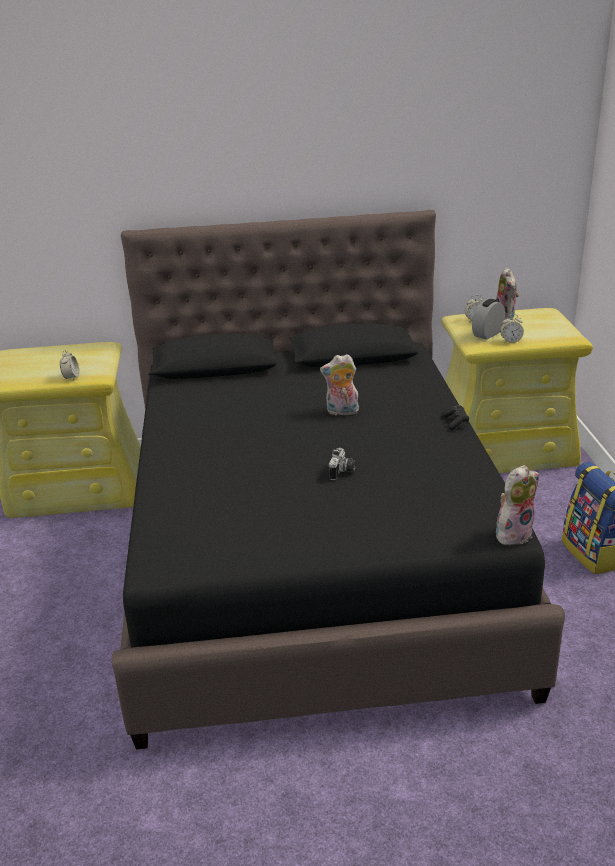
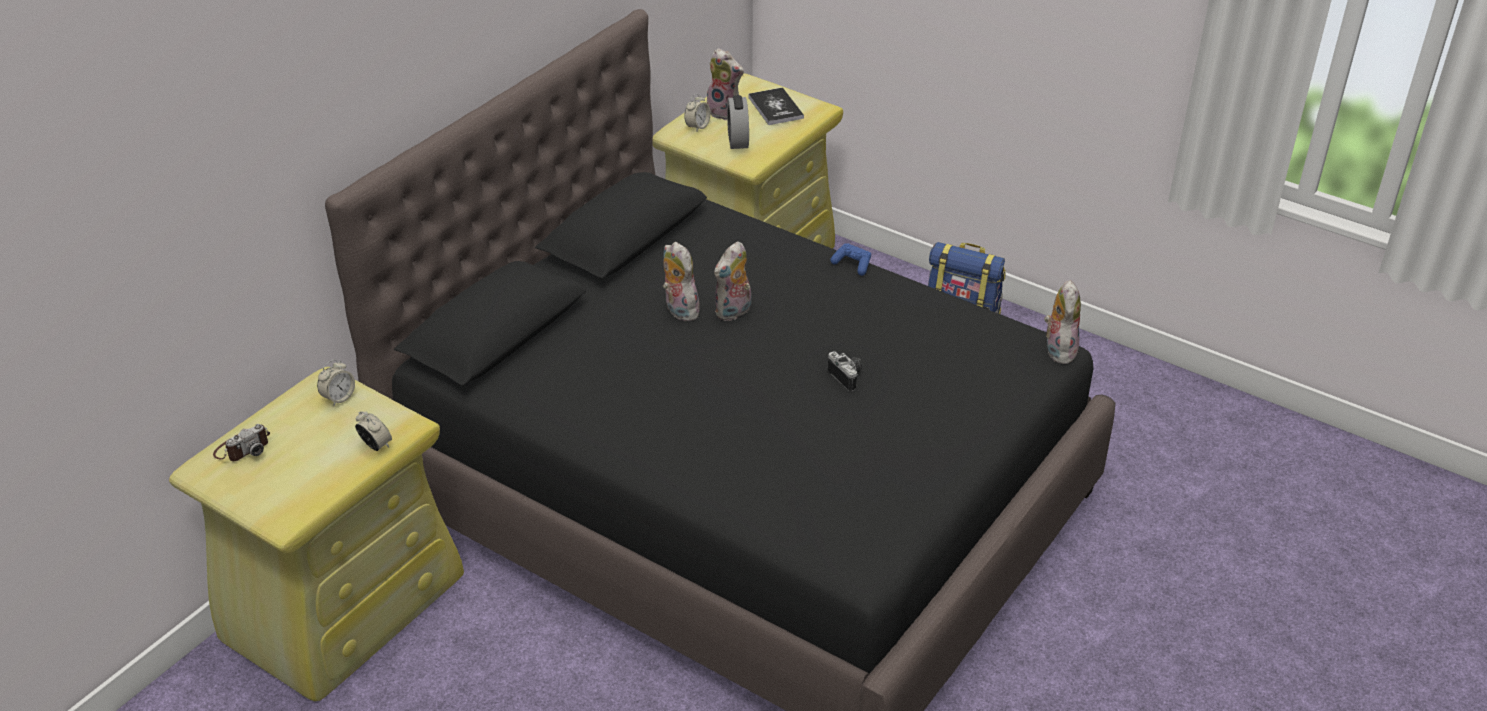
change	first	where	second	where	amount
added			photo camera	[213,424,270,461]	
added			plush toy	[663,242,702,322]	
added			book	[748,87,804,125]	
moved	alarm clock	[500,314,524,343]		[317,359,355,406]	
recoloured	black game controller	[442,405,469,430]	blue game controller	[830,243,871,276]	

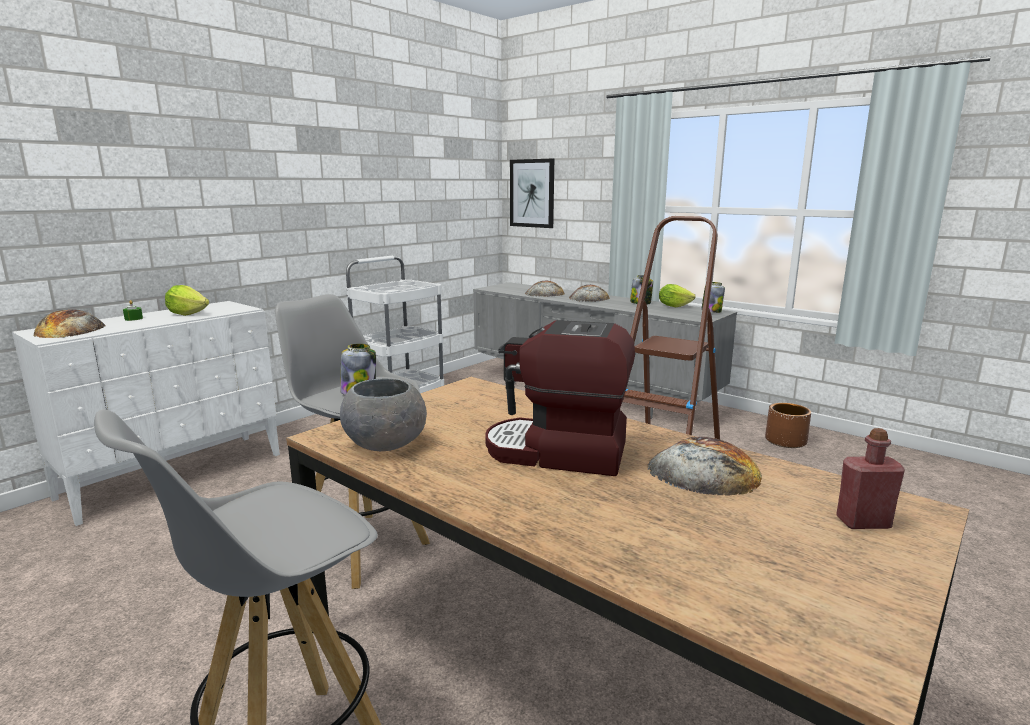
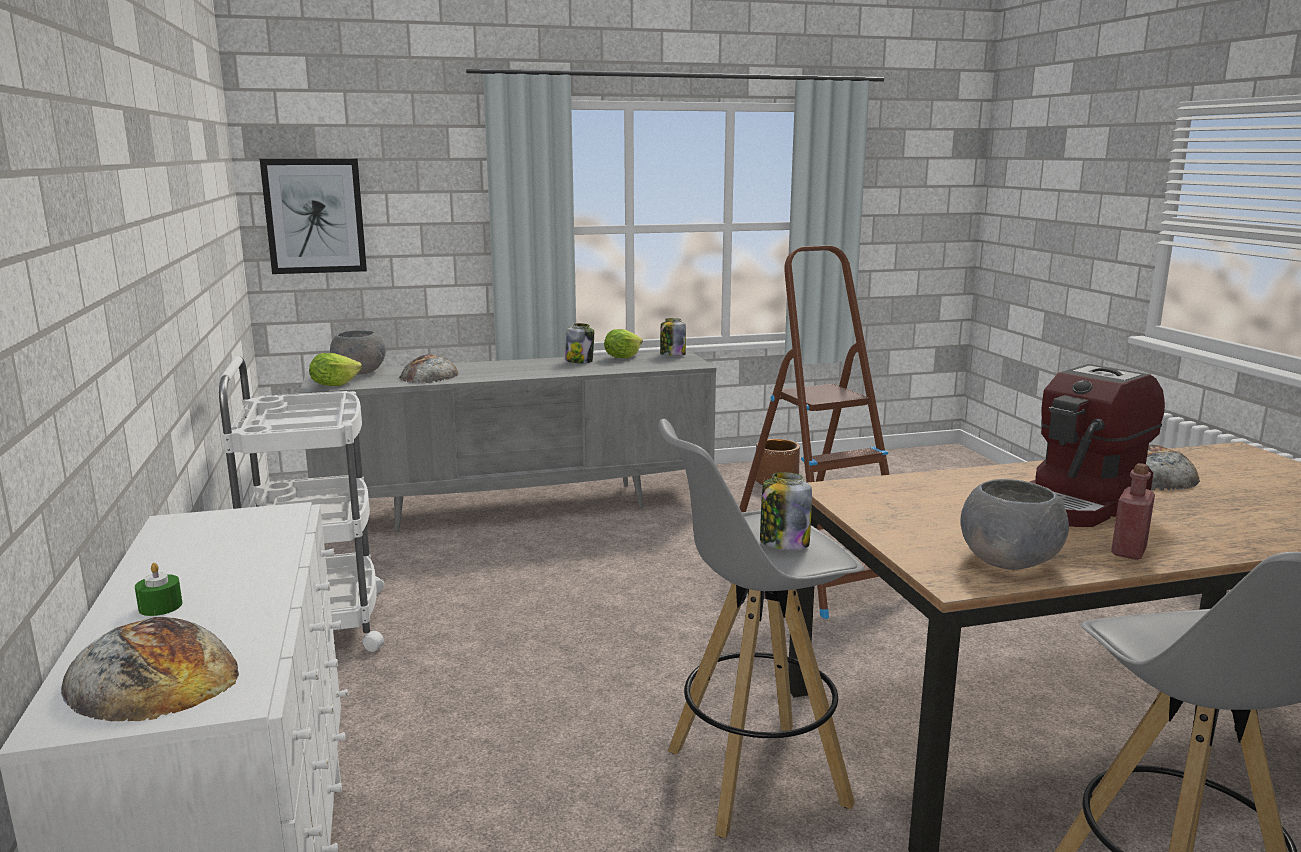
change	first	where	second	where	amount
removed	bread	[569,285,610,302]			
added			grey bowl	[330,330,386,374]	
moved	lettuce	[165,285,209,316]		[309,353,362,386]	
moved	red bottle	[836,428,905,529]		[1111,463,1155,560]	

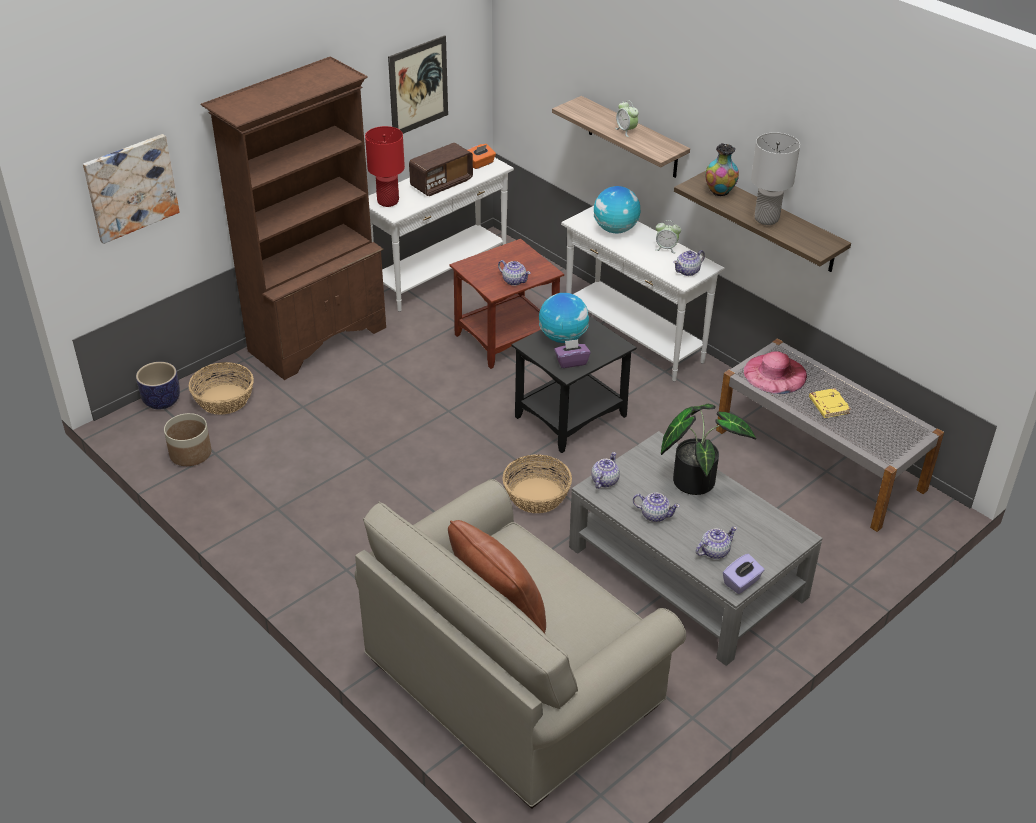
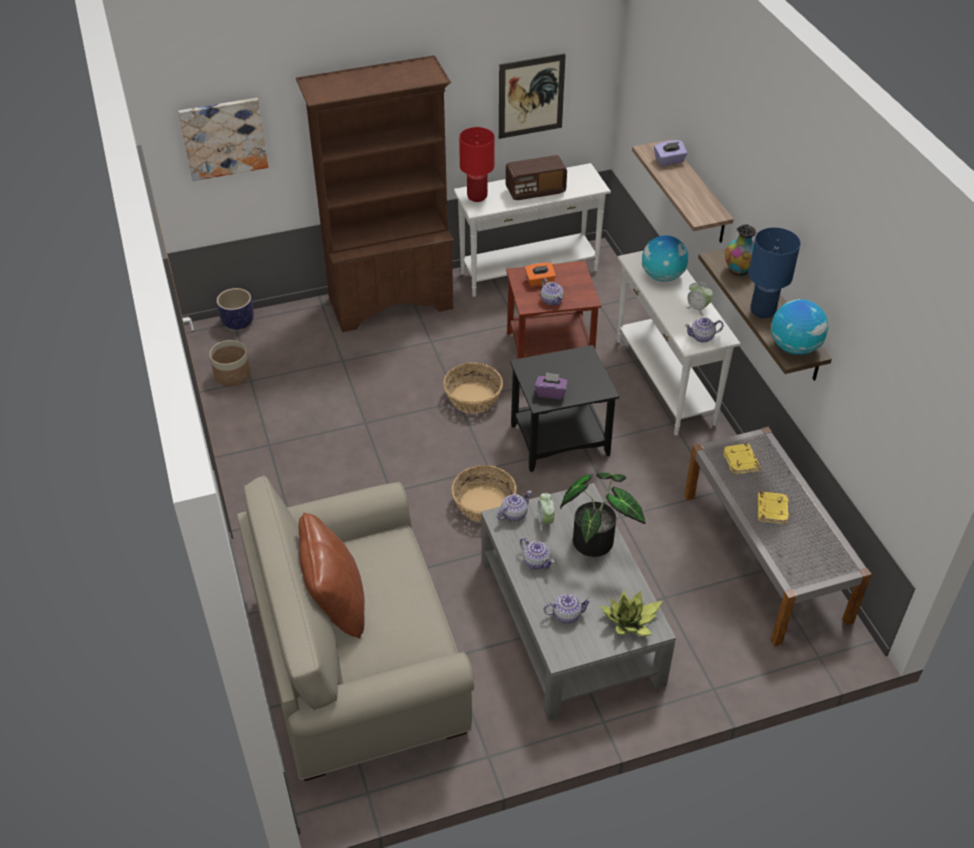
change	first	where	second	where	amount
added			potted plant	[600,590,662,636]	
moved	basket	[189,362,254,415]		[443,363,503,413]	
moved	orange tissue box	[468,144,496,169]		[525,262,556,287]	
moved	globe	[539,293,589,343]		[771,299,828,355]	
moved	alarm clock	[615,100,639,137]		[537,493,555,531]	
moved	purple tissue box	[723,554,764,594]		[654,140,688,166]	
replaced	pink hat	[744,351,807,394]	yellow book	[722,444,761,475]	
recoloured	grey table lamp	[751,132,800,225]	blue table lamp	[748,227,801,318]	

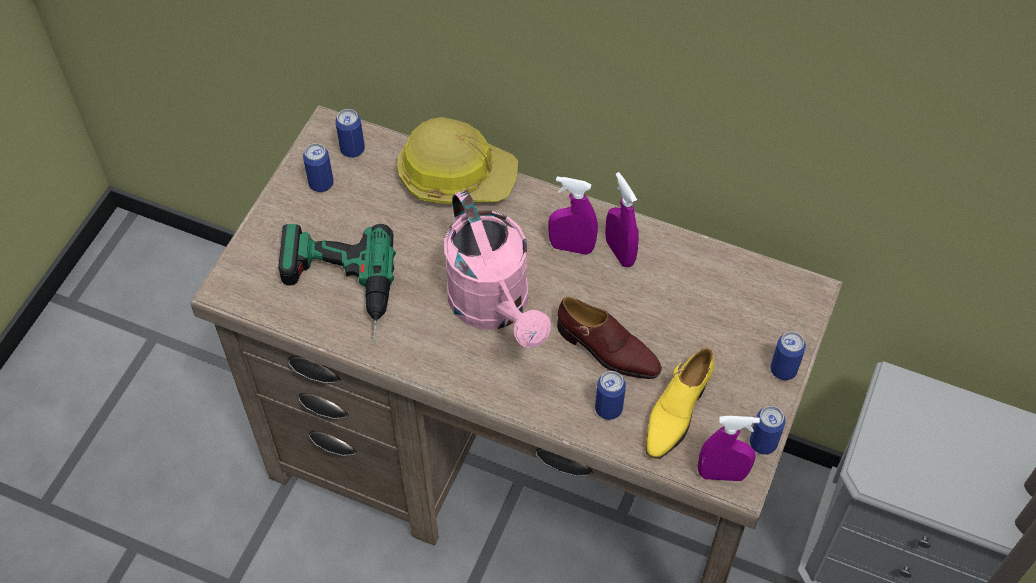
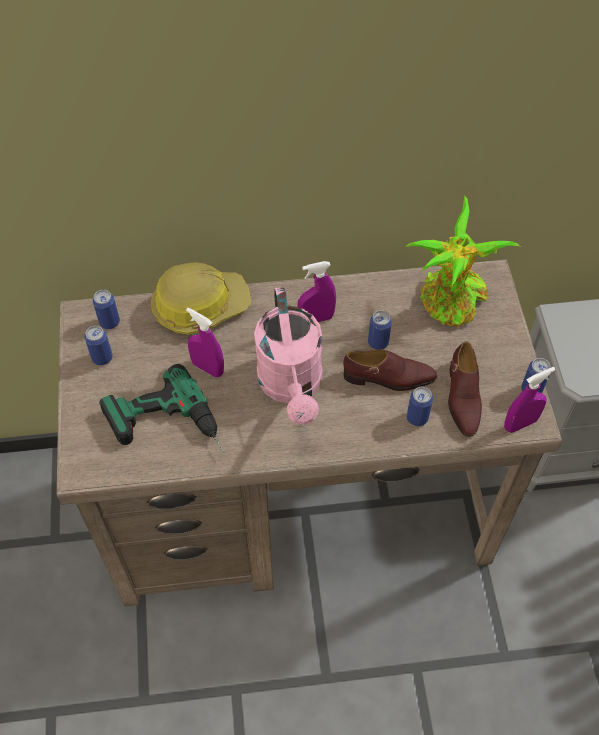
change	first	where	second	where	amount
added			potted plant	[405,196,520,327]	
moved	purple spray bottle	[605,172,639,267]		[186,308,224,378]	
moved	can	[770,331,806,380]		[368,310,392,350]	
recoloured	yellow shoe	[645,348,714,459]	brown shoe	[448,341,482,437]	
turned	pink watering can	[444,190,551,348]		[254,287,322,425]	45 degrees clockwise

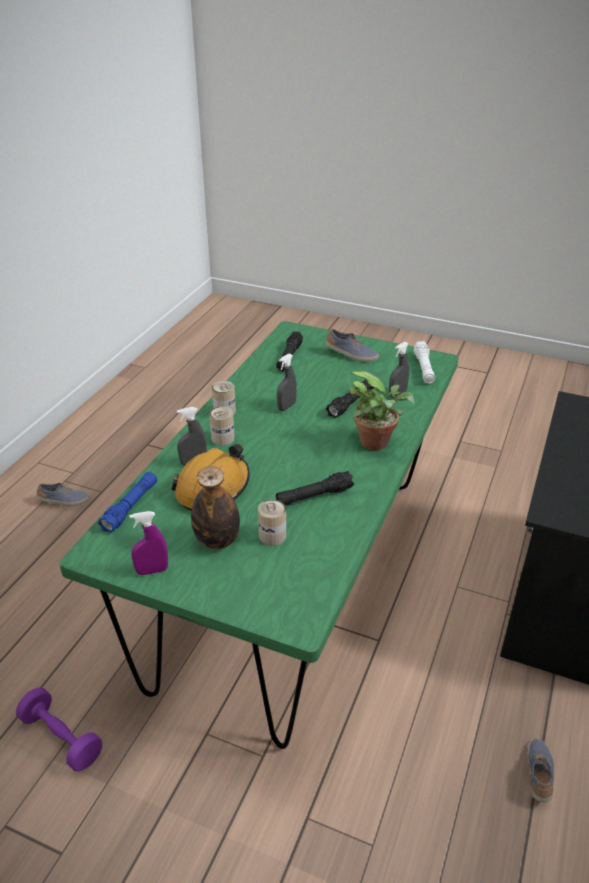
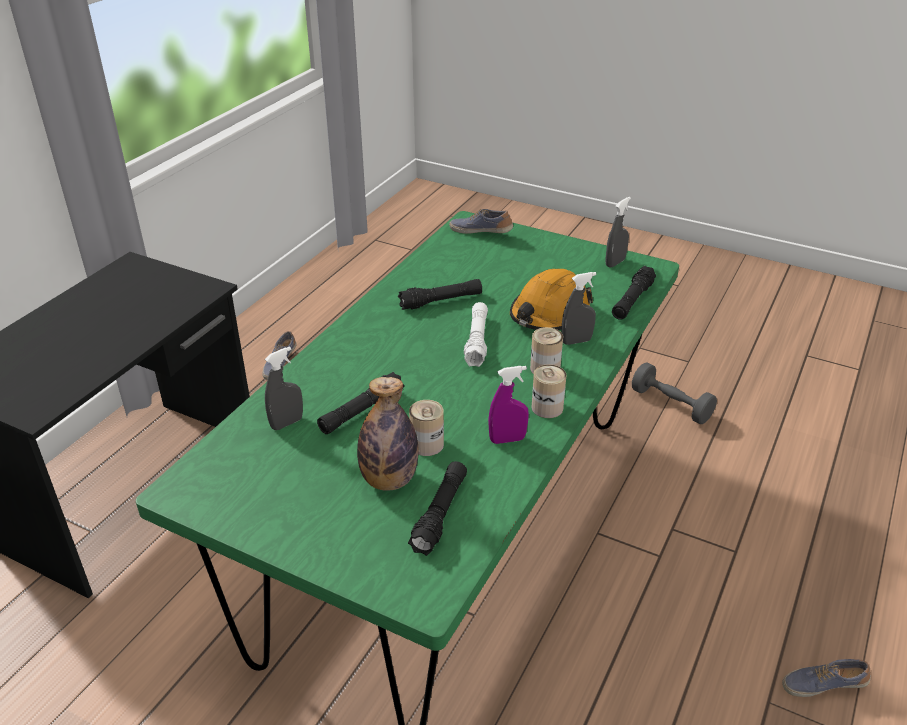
change	first	where	second	where	amount
removed	potted plant	[349,371,414,450]			
moved	purple spray bottle	[129,511,168,575]		[488,366,529,444]	
moved	bottle	[191,466,240,549]		[357,377,419,491]	
moved	can	[258,499,286,546]		[409,400,444,456]	
moved	grey spray bottle	[277,353,297,411]		[605,197,631,268]	
moved	shoe	[325,329,379,362]		[449,209,513,234]	
moved	white flashlight	[414,341,435,384]		[464,302,488,367]	
recoloured	purple dumbbell	[16,687,102,771]	grey dumbbell	[632,362,717,424]	
recoloured	blue flashlight	[98,472,157,533]	black flashlight	[612,266,656,320]	

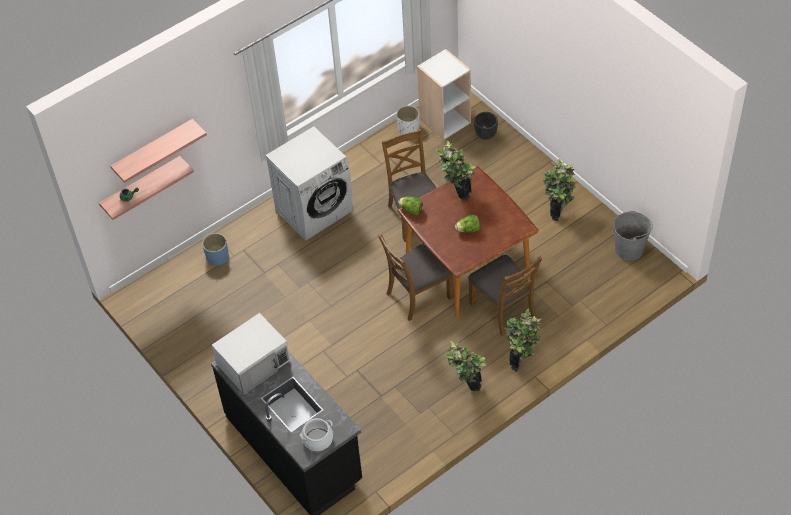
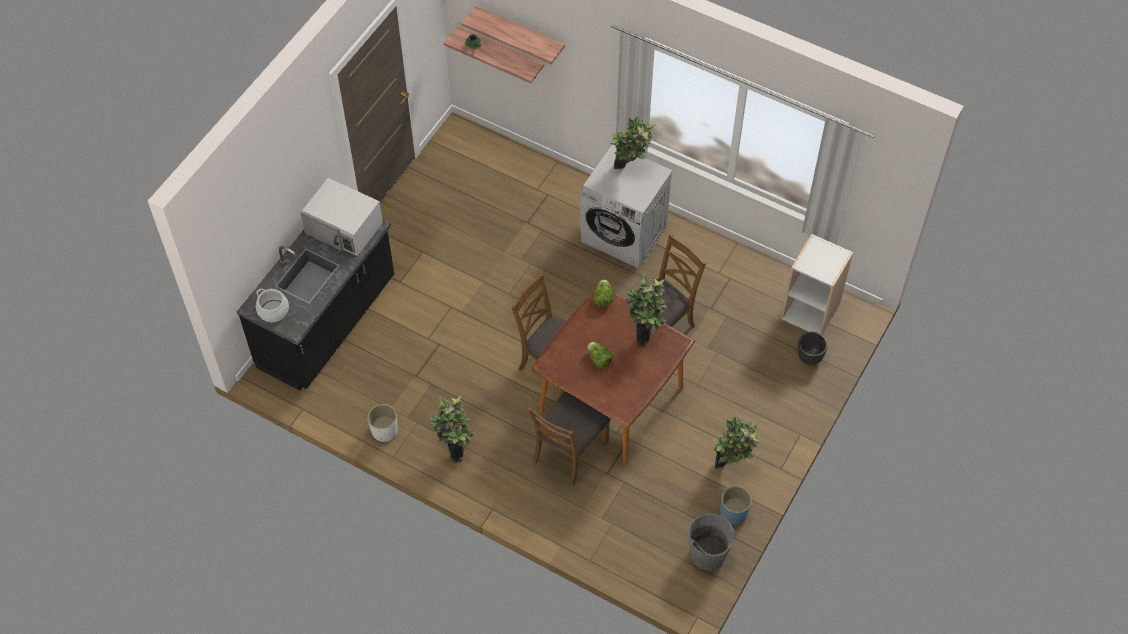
change	first	where	second	where	amount
moved	blue planter	[202,233,229,266]		[720,486,752,525]	
moved	white planter	[396,105,419,135]		[367,404,398,442]	
moved	potted plant	[504,308,541,372]		[611,116,656,169]	

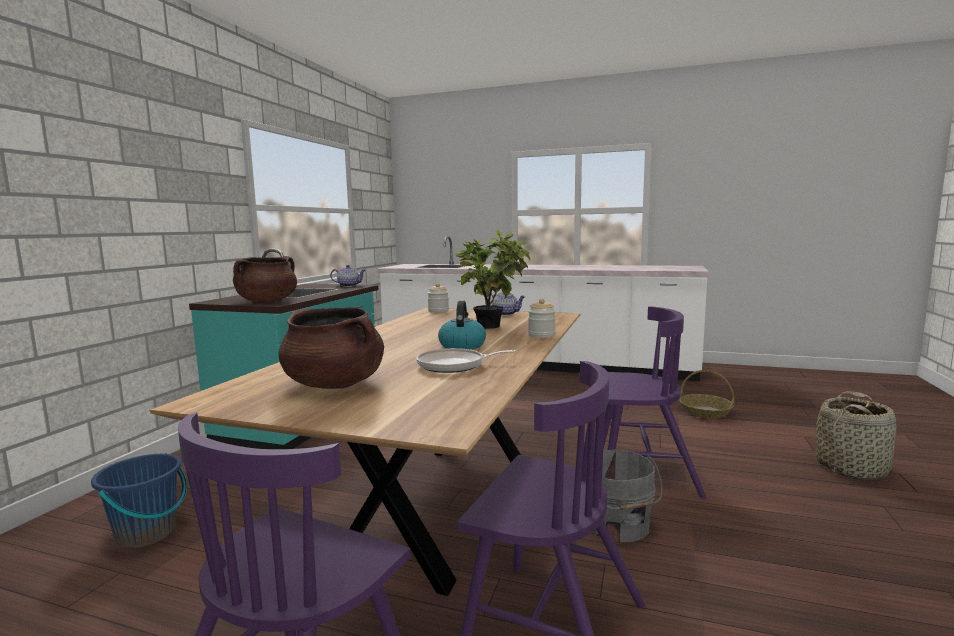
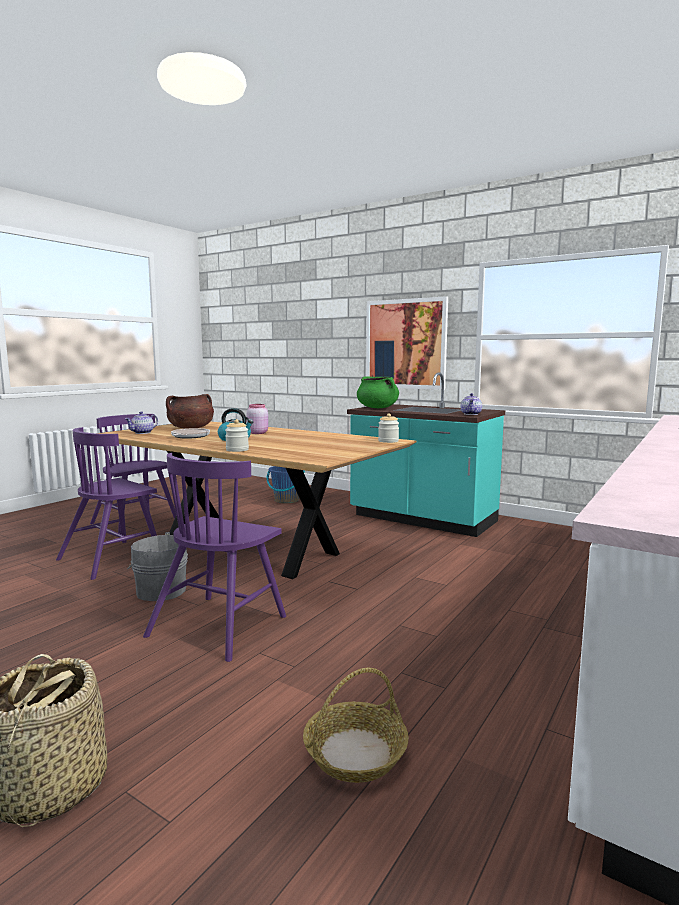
change	first	where	second	where	amount
removed	potted plant	[455,230,530,329]			
added			pink jar	[246,404,268,434]	
added			picture	[366,296,448,390]	
moved	teapot	[485,292,526,316]		[125,412,158,434]	
recoloured	brown cooking pot	[233,256,297,302]	green cooking pot	[357,376,399,408]	

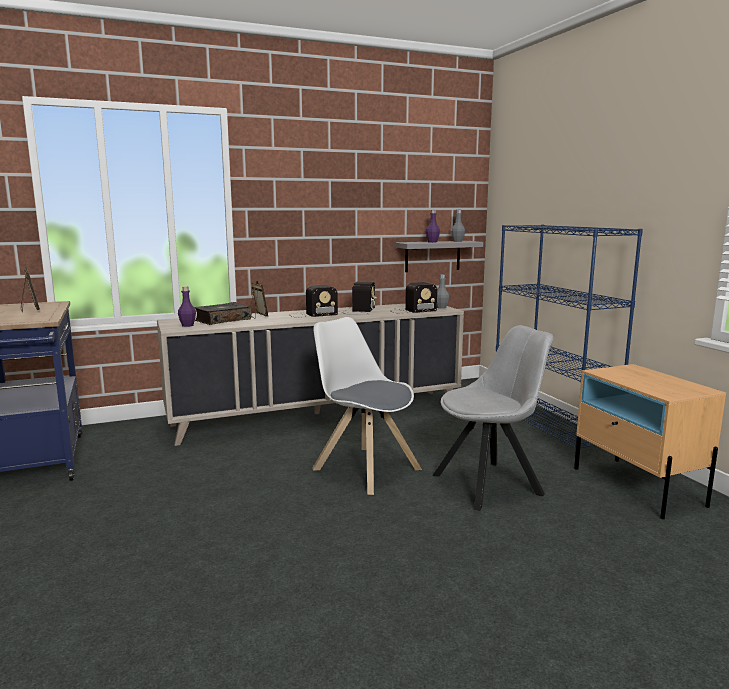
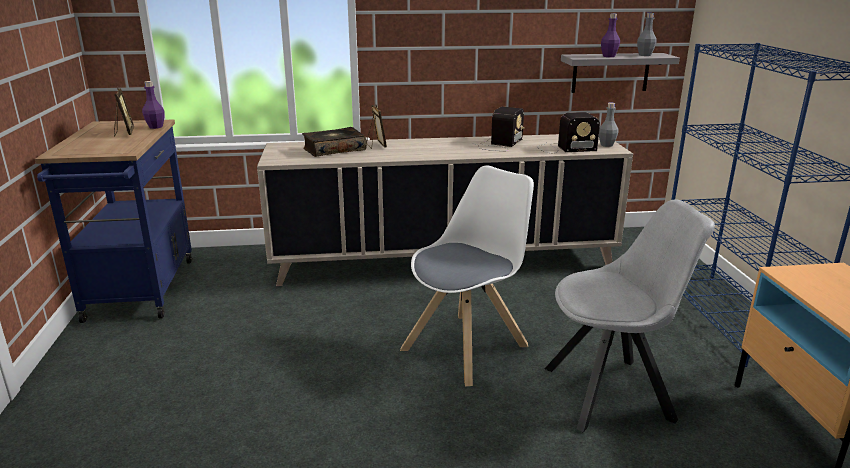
change	first	where	second	where	amount
removed	radio	[289,285,338,318]			
moved	purple bottle	[178,286,196,327]		[142,81,165,129]	
turned	chair	[313,317,422,495]		[400,166,534,386]	75 degrees clockwise

